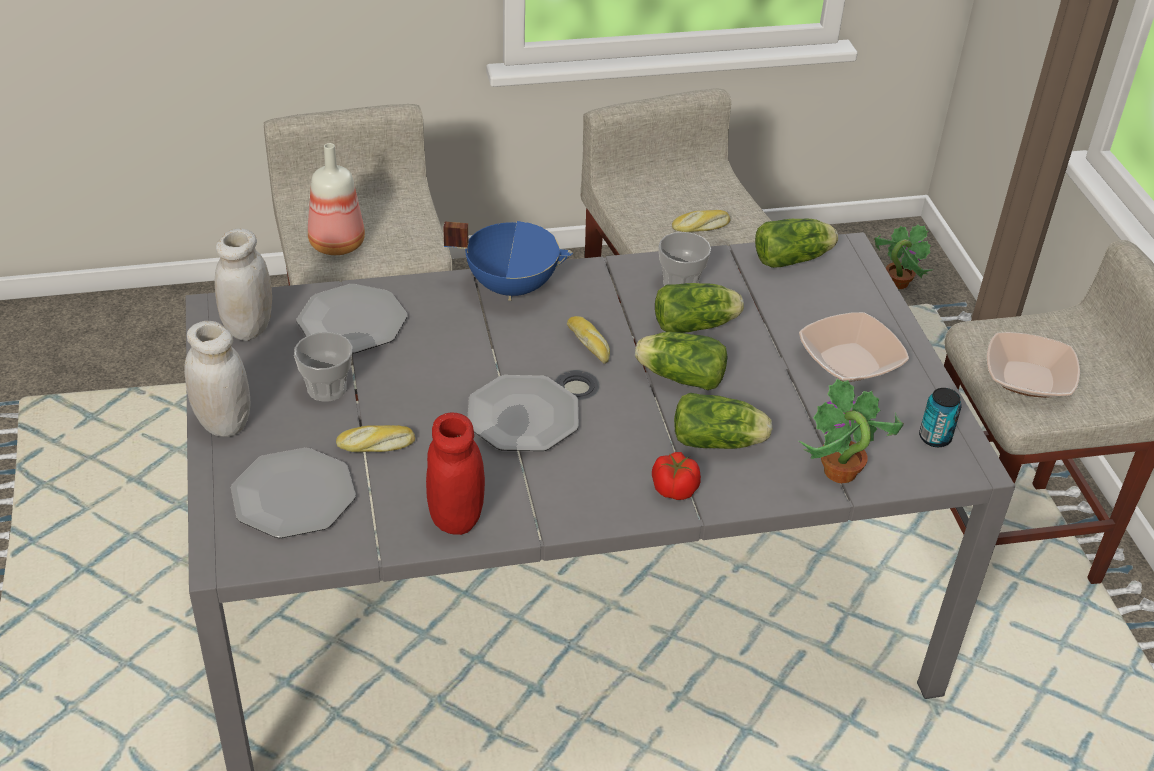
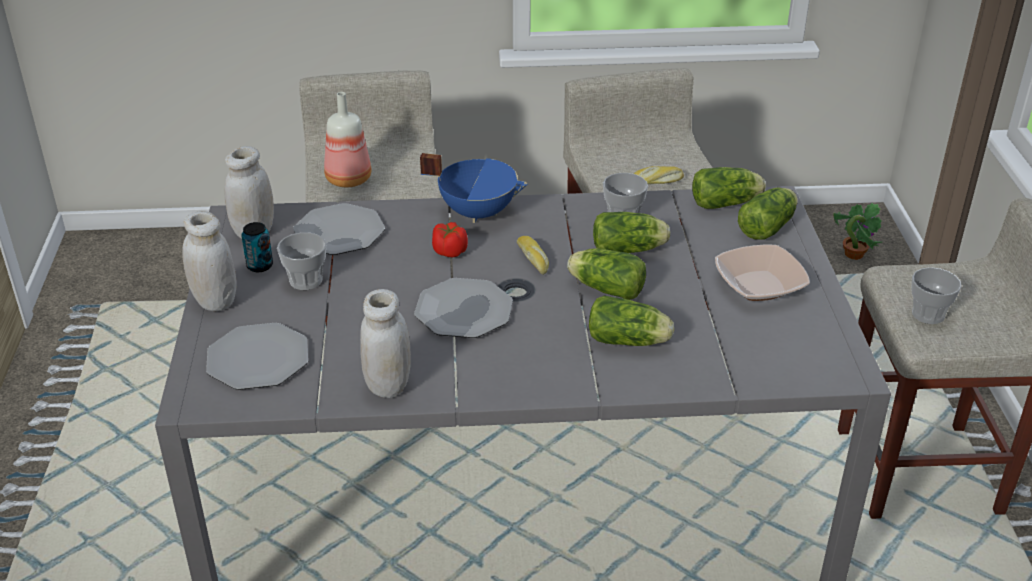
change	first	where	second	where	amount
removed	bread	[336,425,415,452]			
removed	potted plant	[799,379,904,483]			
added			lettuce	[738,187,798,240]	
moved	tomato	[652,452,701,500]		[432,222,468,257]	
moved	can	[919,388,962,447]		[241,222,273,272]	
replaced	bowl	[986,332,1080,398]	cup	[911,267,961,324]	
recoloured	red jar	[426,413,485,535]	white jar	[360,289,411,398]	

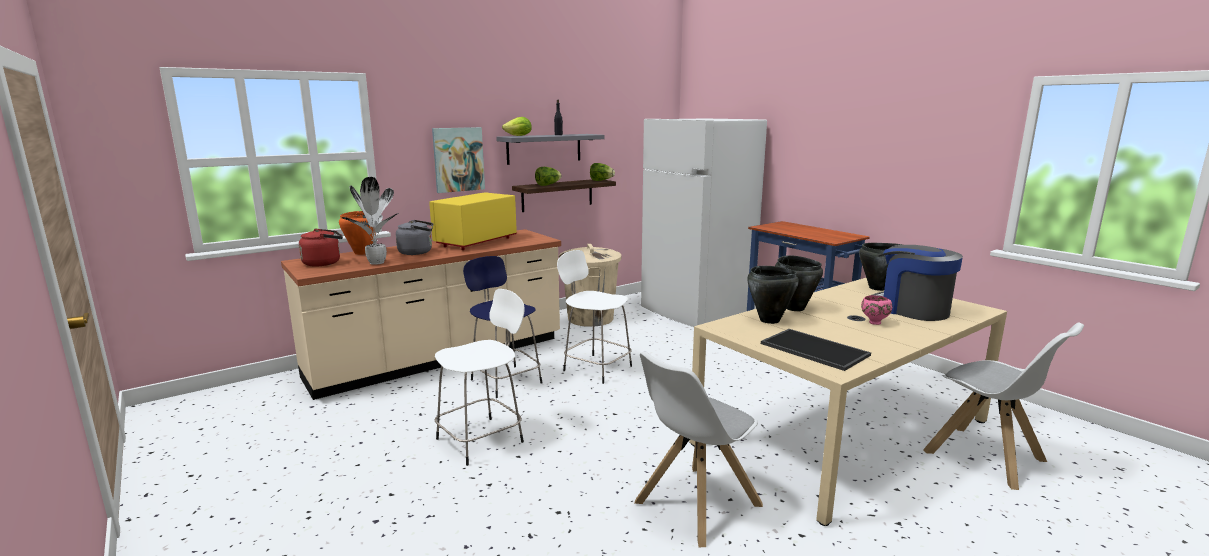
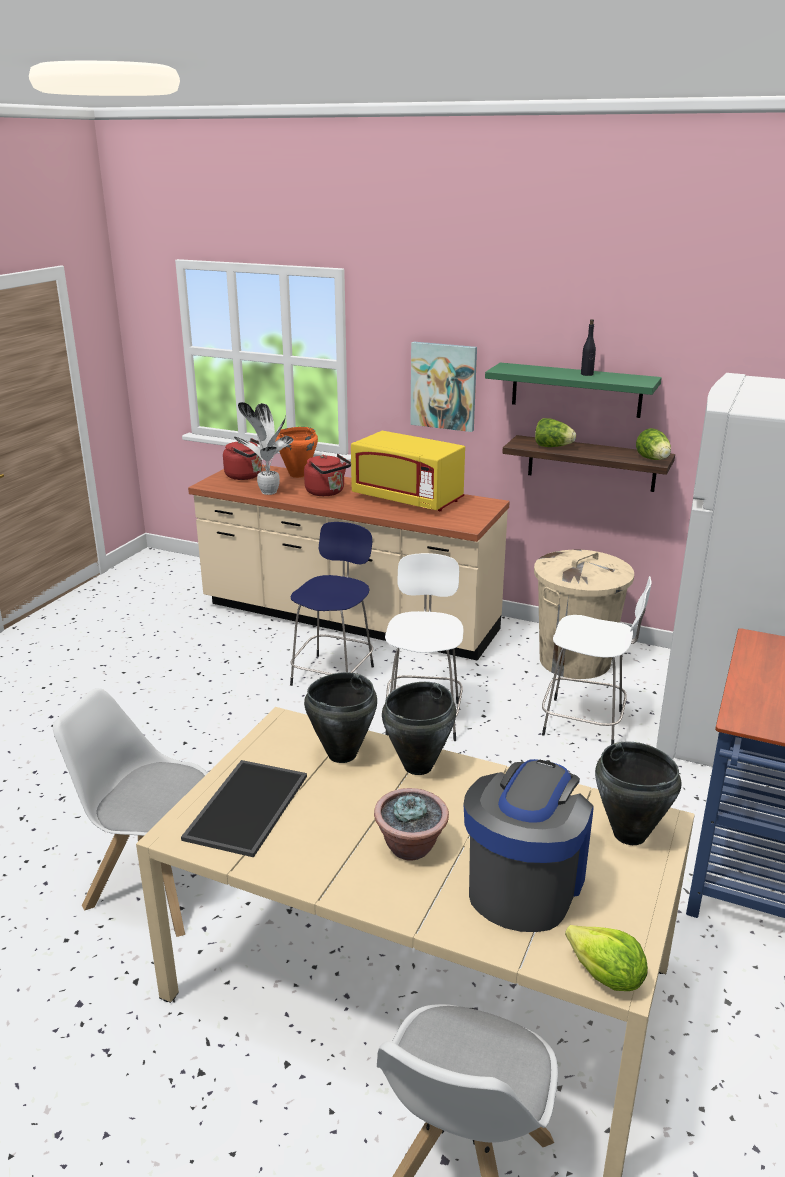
change	first	where	second	where	amount
moved	white stool	[435,289,525,466]		[542,576,651,745]	
moved	lettuce	[502,117,532,136]		[565,925,648,991]	
replaced	pink bowl	[861,295,893,325]	potted plant	[374,788,449,861]	
recoloured	grey kettle	[396,220,433,255]	red kettle	[304,454,351,496]	
recoloured	grey shelf	[496,134,605,165]	green shelf	[485,363,662,418]	
turned	yellow microwave	[429,192,517,250]		[351,431,465,511]	150 degrees counterclockwise

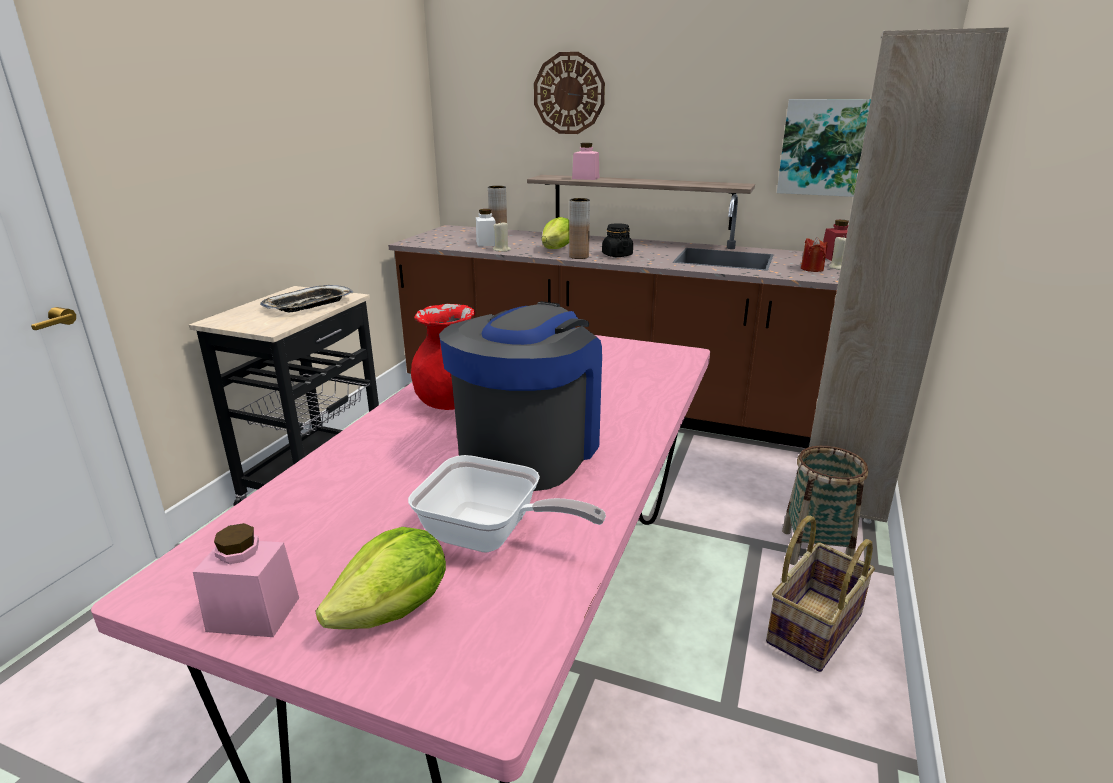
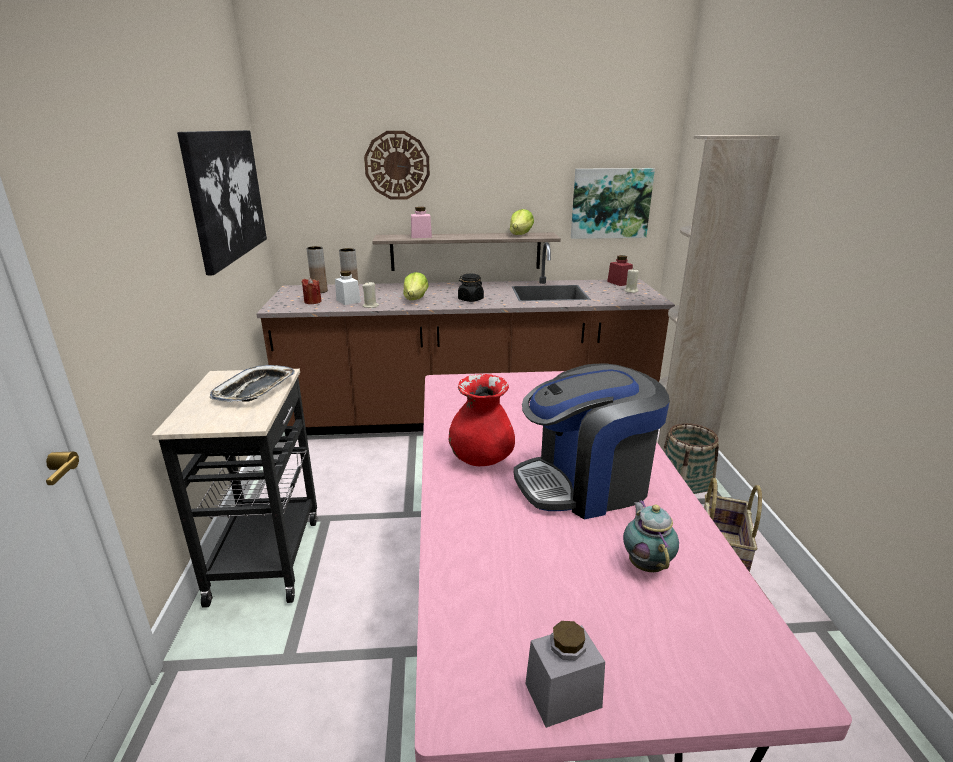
change	first	where	second	where	amount
added			picture	[177,130,267,275]	
moved	lettuce	[316,527,446,629]		[510,209,534,235]	
moved	brown vase	[569,198,590,259]		[307,246,328,293]	
moved	red candle	[801,237,828,272]		[302,278,321,304]	
replaced	frying pan	[408,455,606,553]	teapot	[623,500,679,572]	
recoloured	pink jar	[193,523,299,637]	grey jar	[525,621,605,728]	
turned	coffee machine	[439,301,602,491]		[514,364,670,519]	105 degrees counterclockwise

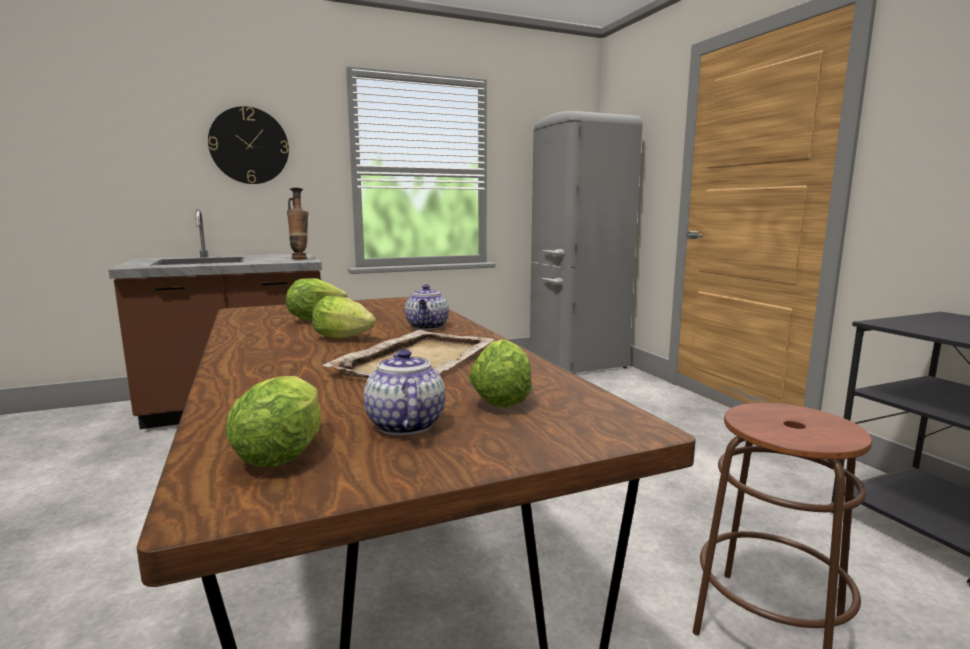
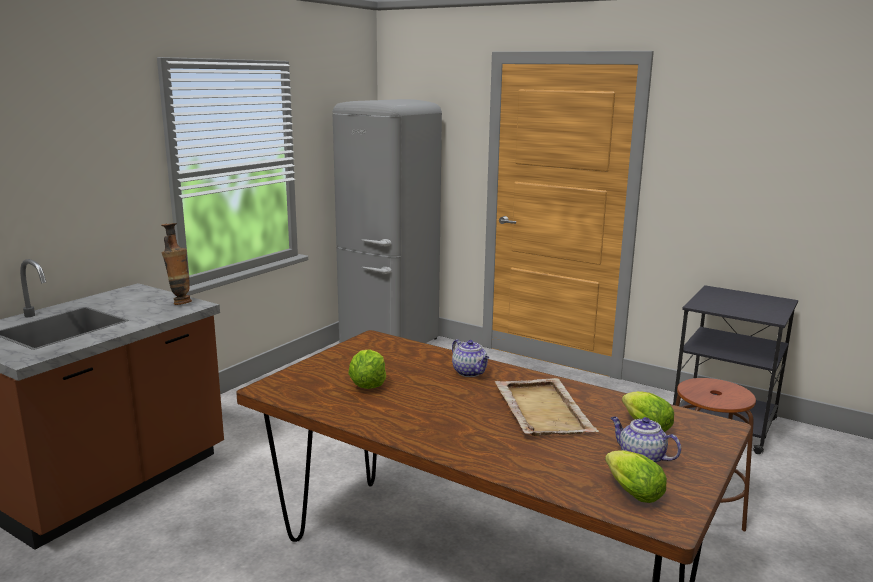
change	first	where	second	where	amount
removed	wall clock	[208,106,289,184]			
removed	lettuce	[312,296,376,339]			

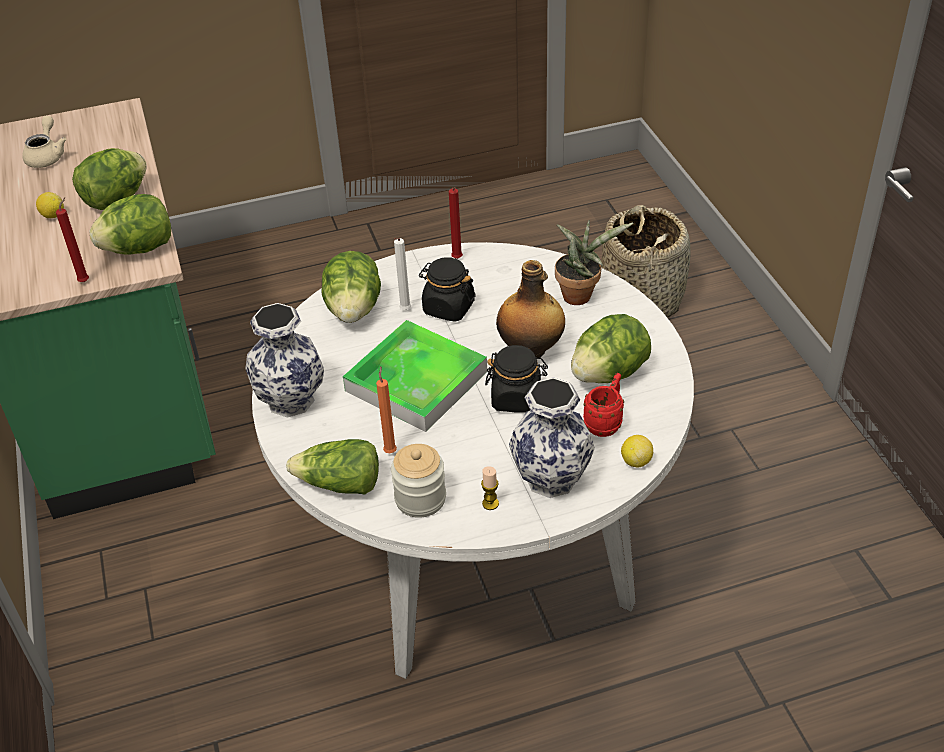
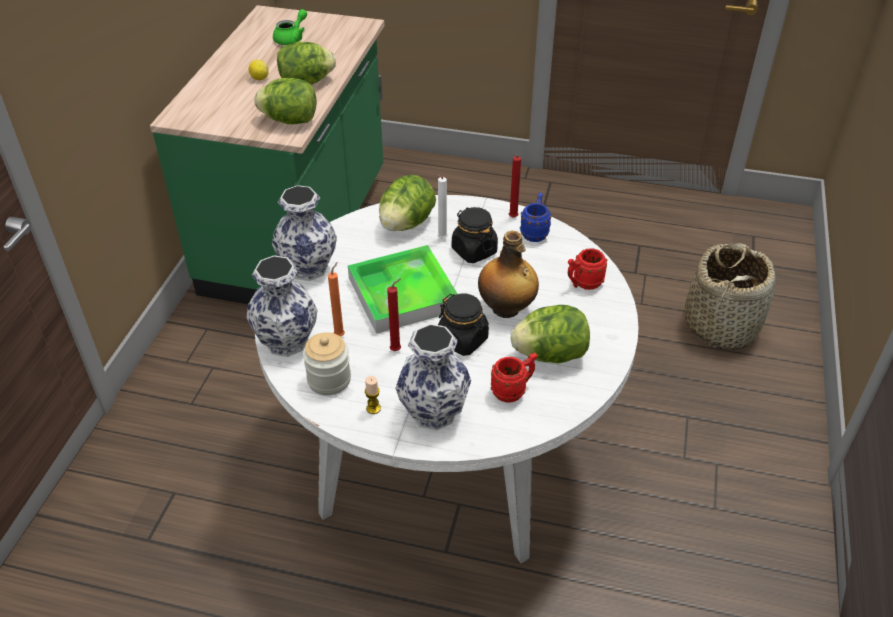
change	first	where	second	where	amount
removed	lemon	[621,435,653,467]			
added			blue mug	[520,192,551,242]	
moved	red candle	[56,197,89,282]		[387,278,401,351]	
replaced	lettuce	[286,439,379,494]	vase	[246,255,318,357]	
replaced	potted plant	[555,220,633,305]	red mug	[568,248,607,290]	
recoloured	beige teapot	[22,116,67,168]	green teapot	[273,9,307,45]	

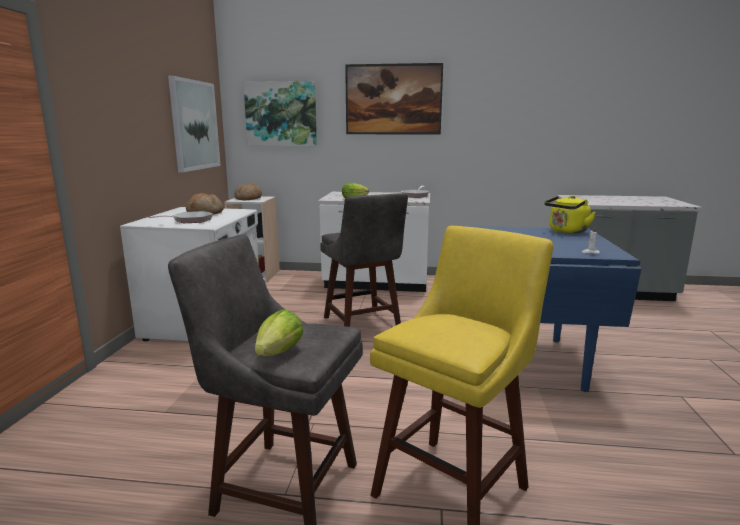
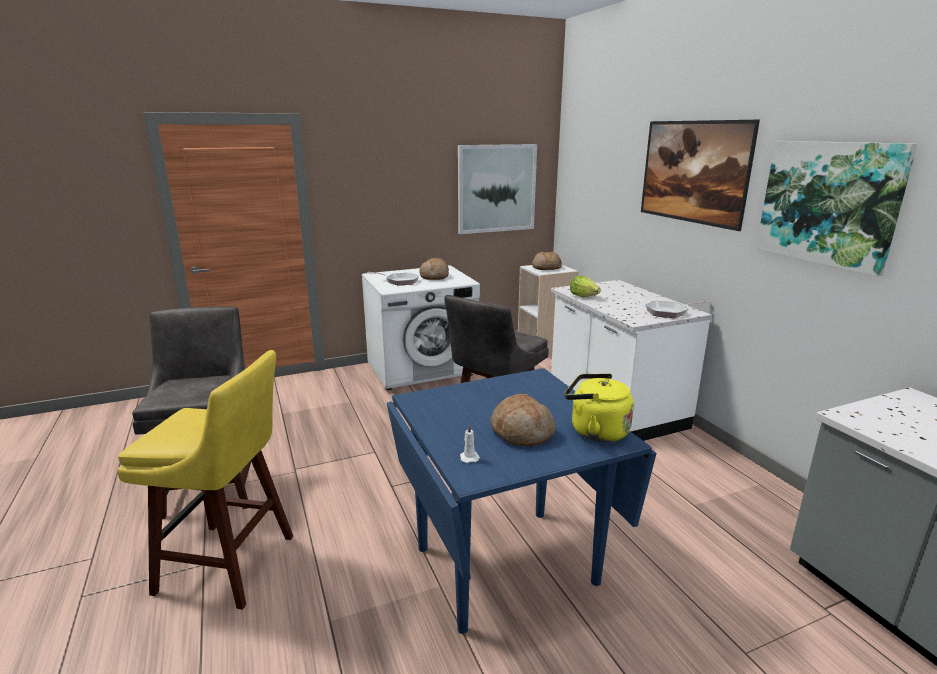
change	first	where	second	where	amount
removed	lettuce	[255,309,304,356]			
added			bread	[490,394,556,446]	
moved	picture	[243,81,317,146]		[756,141,917,277]	

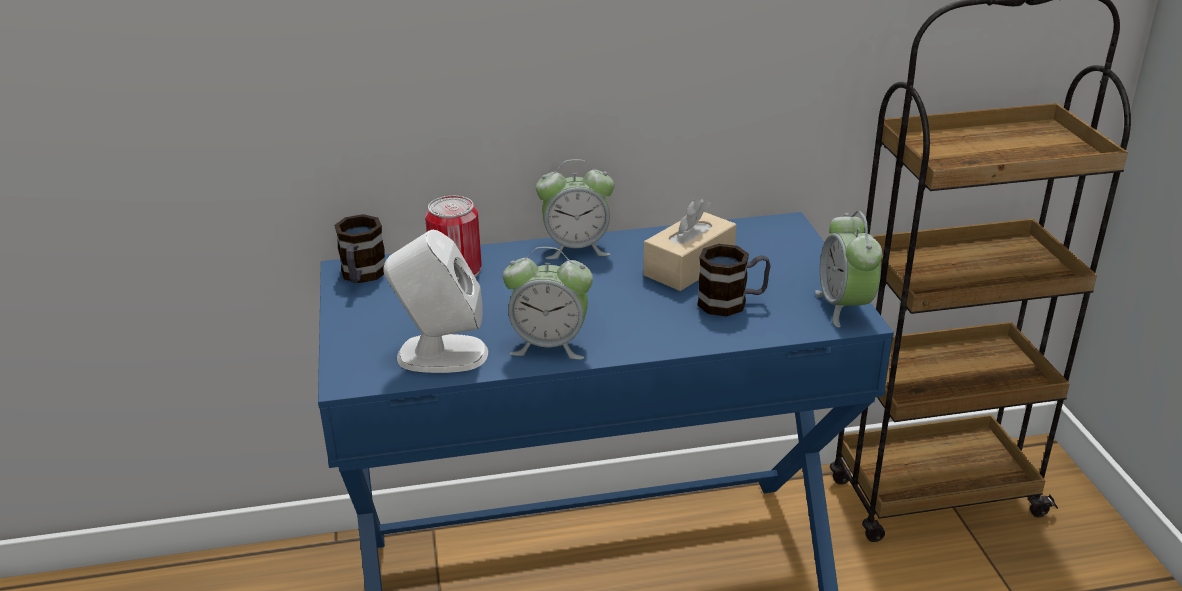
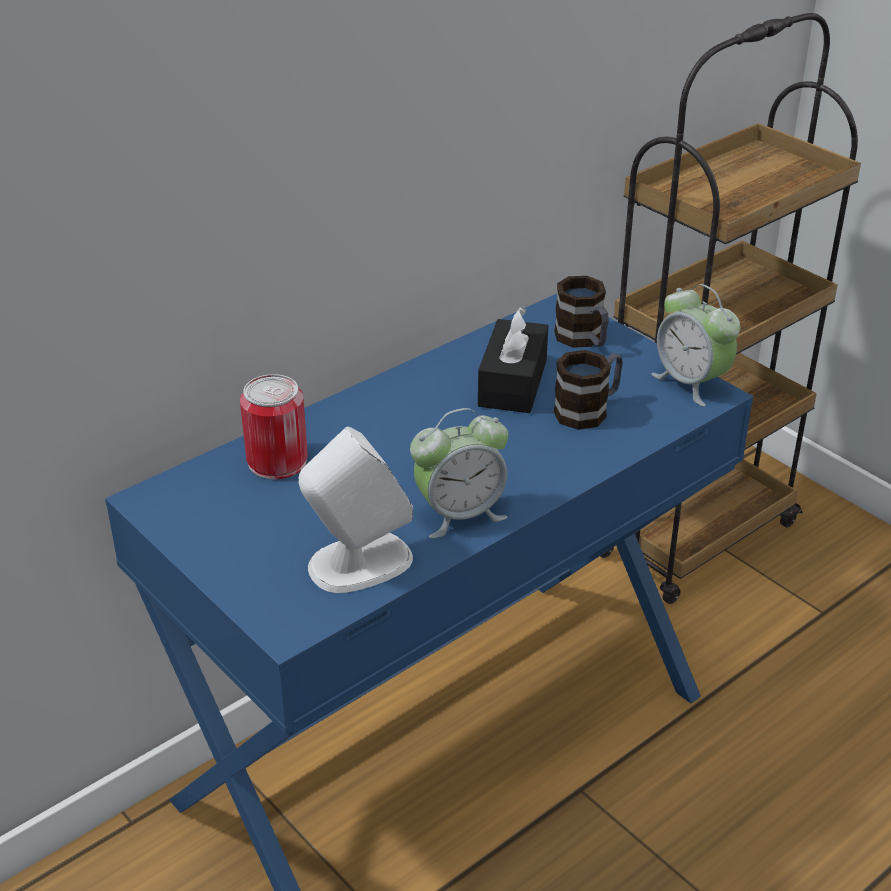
change	first	where	second	where	amount
removed	alarm clock	[536,159,614,259]			
moved	mug	[334,214,385,283]		[554,276,609,348]	
recoloured	beige tissue box	[643,198,736,291]	black tissue box	[478,307,548,413]	

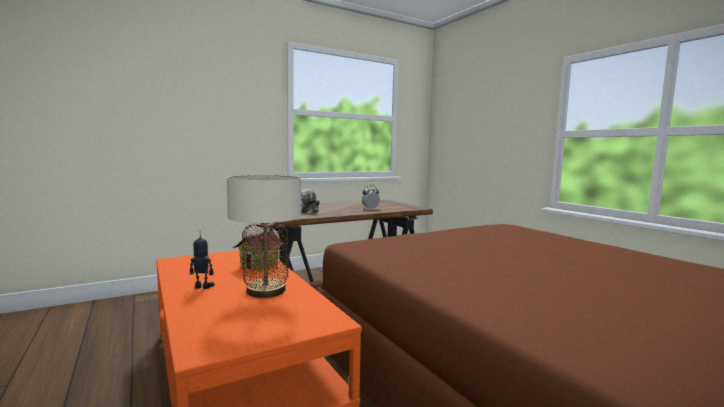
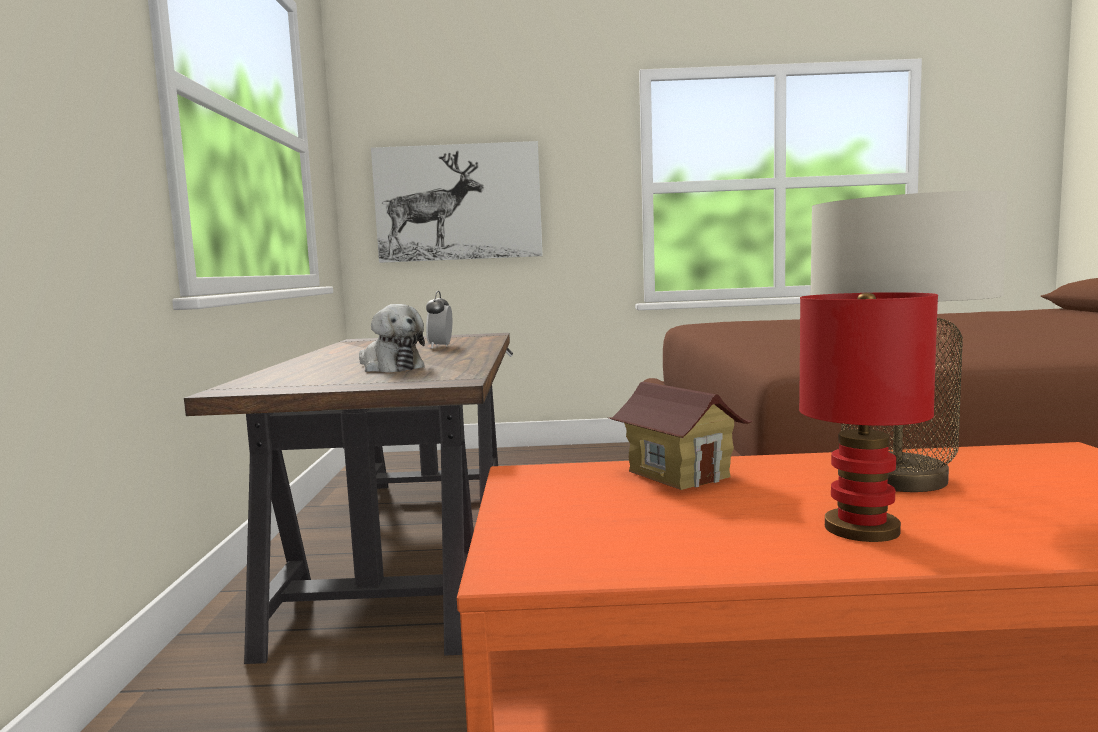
change	first	where	second	where	amount
added			picture	[371,141,543,263]	
replaced	toy robot	[190,236,215,289]	red table lamp	[799,292,938,542]	

